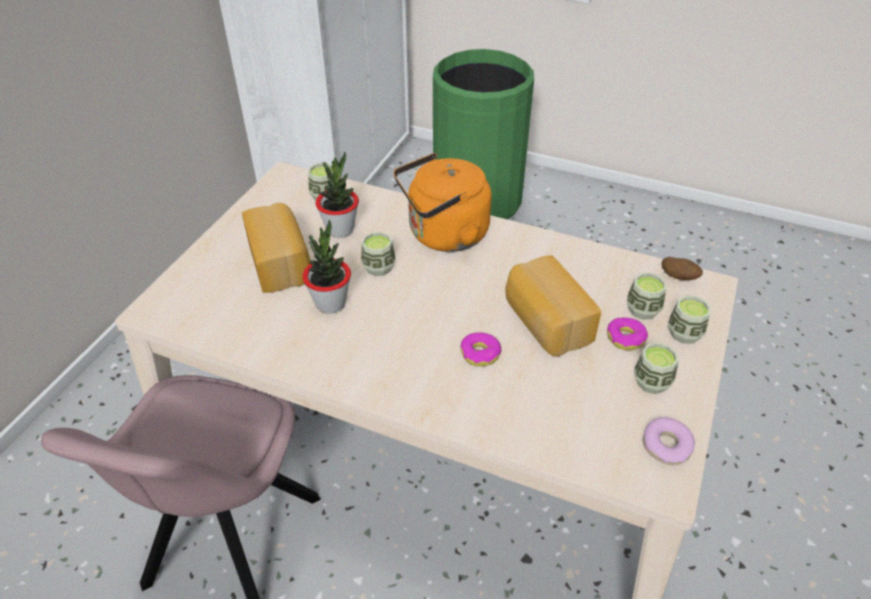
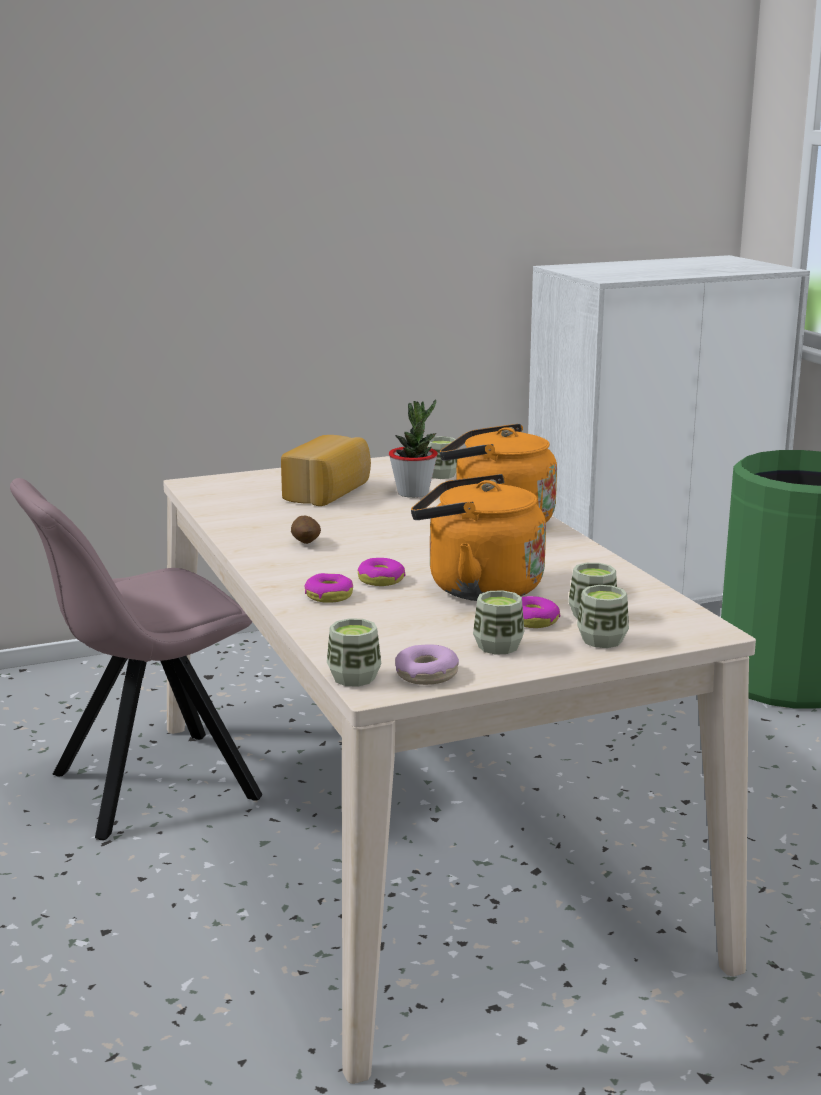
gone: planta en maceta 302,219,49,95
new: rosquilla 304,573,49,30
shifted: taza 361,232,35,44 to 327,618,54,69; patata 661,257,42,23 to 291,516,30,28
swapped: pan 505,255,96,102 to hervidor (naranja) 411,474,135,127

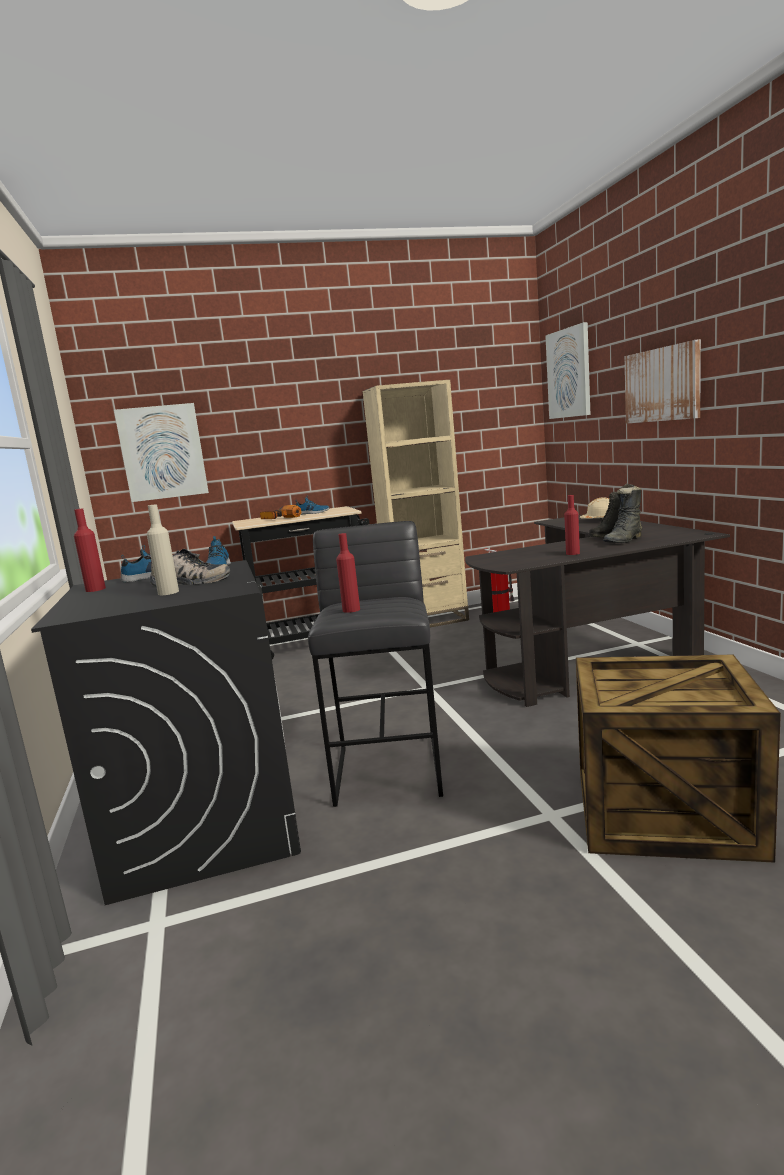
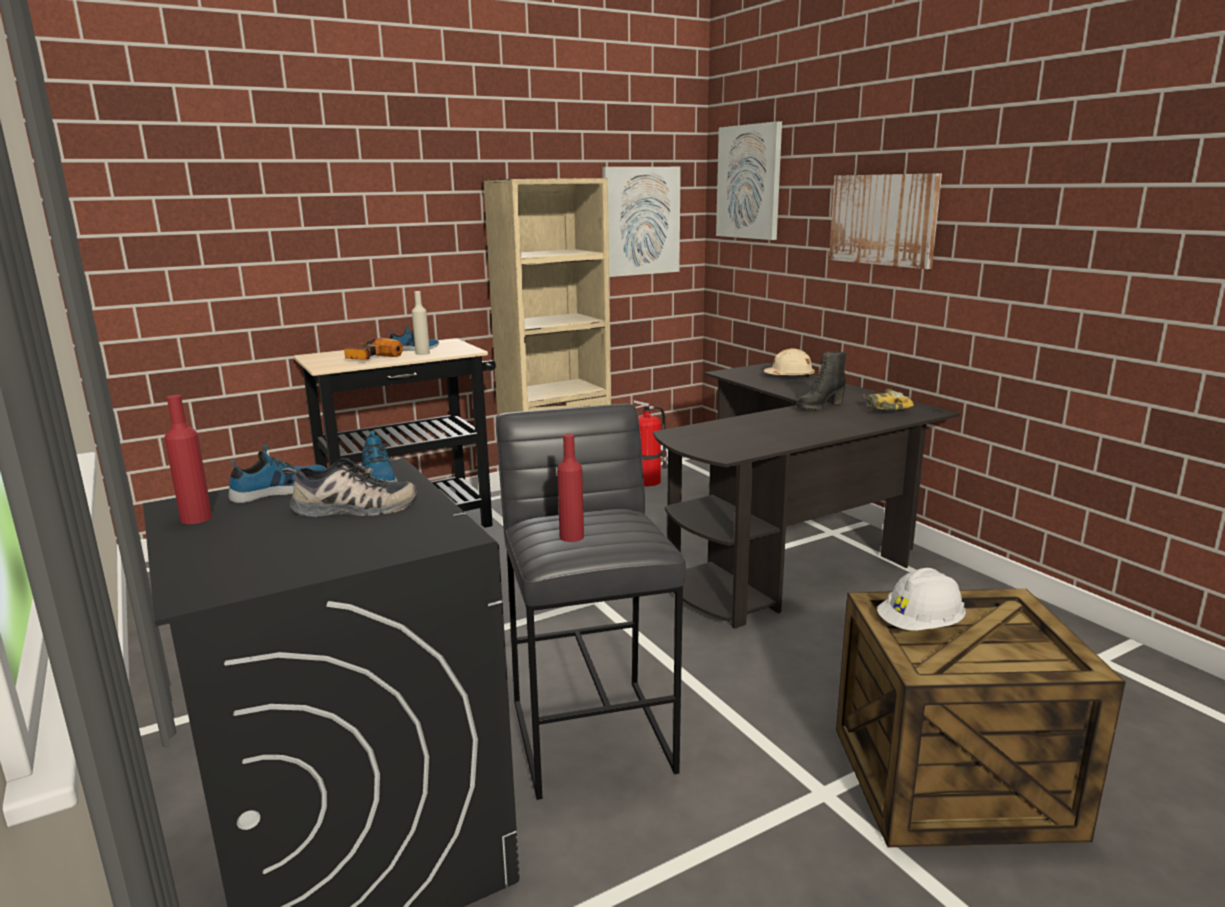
gone: bota (negro) 603,483,39,60; botella (rojo) 564,495,16,60
new: taladro 863,389,51,21; casco (blanco) 877,568,89,63
shifted: cuadro 114,403,95,99 to 602,167,79,110; botella (beis) 147,504,32,91 to 412,291,18,64

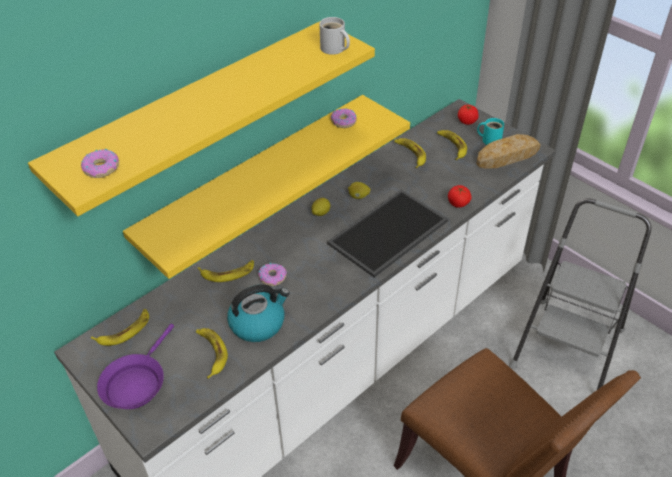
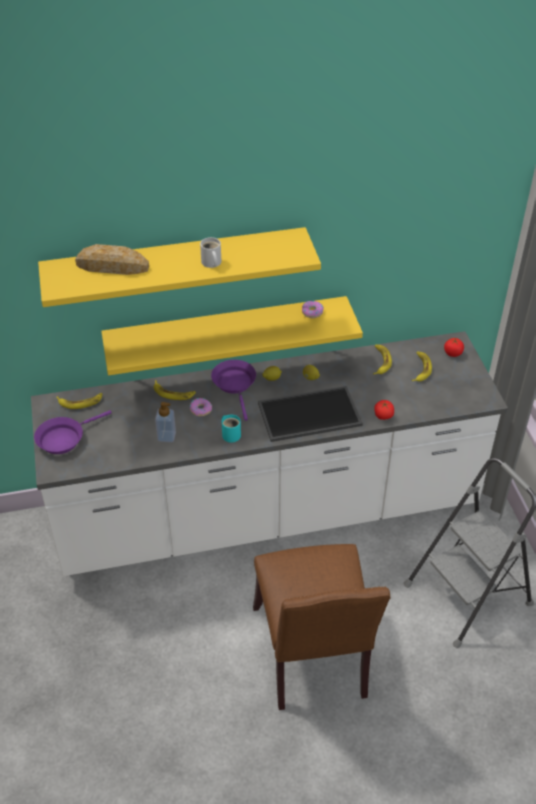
gone: rosquilla 81,149,38,29; plátano 196,328,32,51
new: sartén (morado) 211,360,45,61
shifted: taza grande (blanco) 319,17,31,38 to 200,237,21,31; taza grande (turquesa) 477,118,27,27 to 222,415,19,28; pan 477,134,64,34 to 75,244,74,31
swapped: hervidor 227,284,63,58 to dispensador de jabón 155,402,21,40

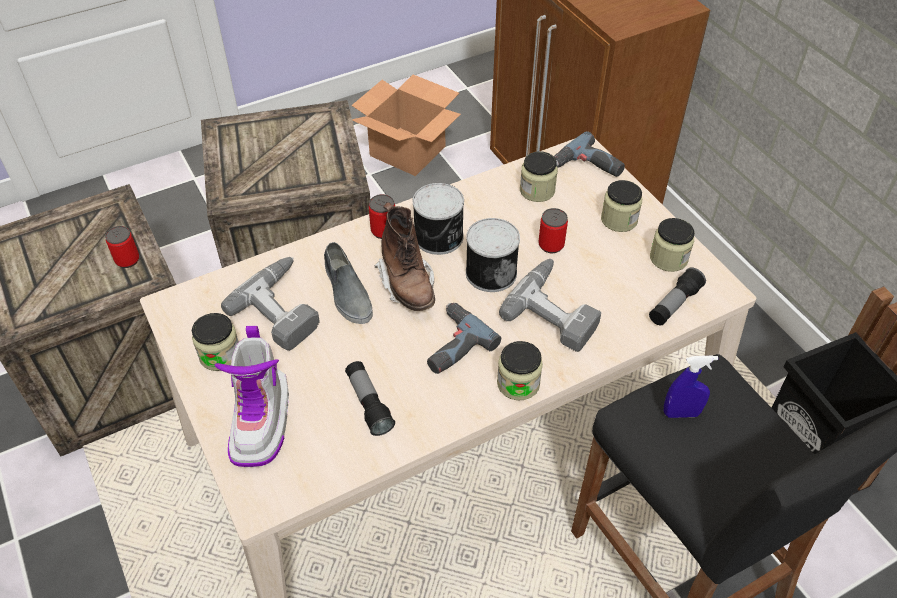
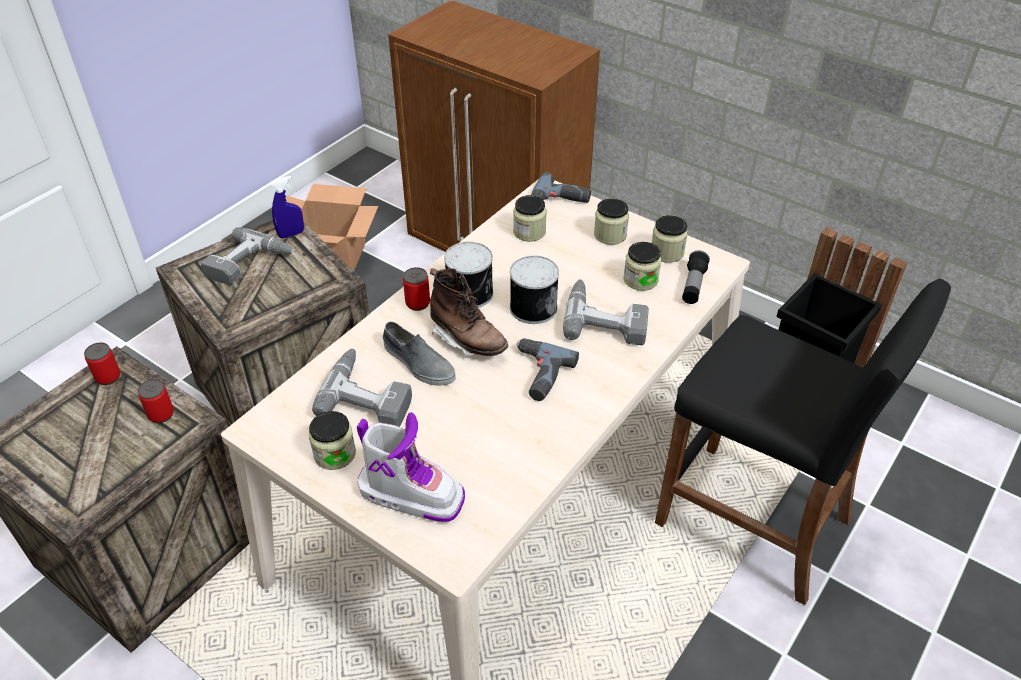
gone: linterna 345,361,50,75
new: taladro 201,228,93,57
shifted: lata 538,208,30,45 to 84,342,36,43; tarro 497,341,46,60 to 624,242,37,49; pulverizador (azul) 664,355,54,63 to 271,176,33,62
rotated: bota 214,326,75,141 = 357,412,108,110 45 degrees counterclockwise

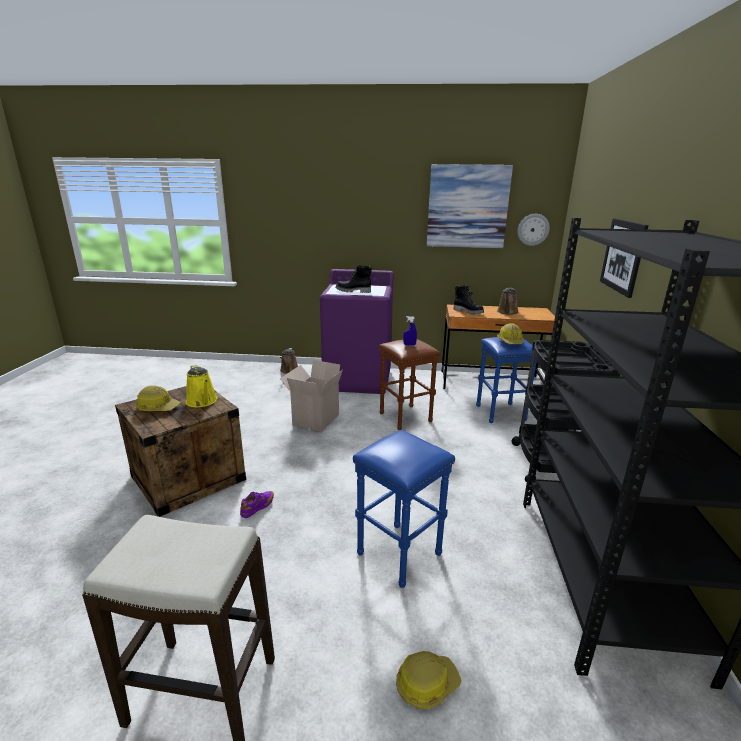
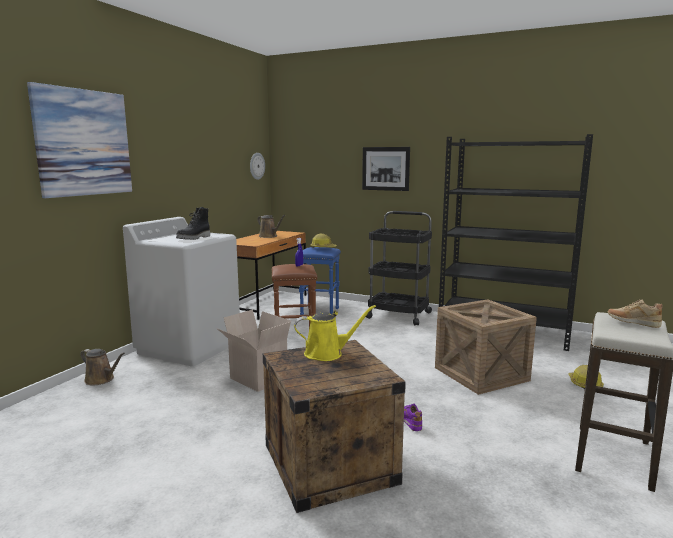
gone: bota (negro) 453,285,31,29; casco 136,385,44,26
new: zapato (beis) 608,299,54,29
shifted: cuadro 427,164,86,84 to 27,82,105,116
swapped: taburete (azul) 353,430,102,158 to caja de embalaje 435,299,102,96
repainted: lavadora (morado) 320,269,74,125 to lavadora (blanco) 123,217,117,150

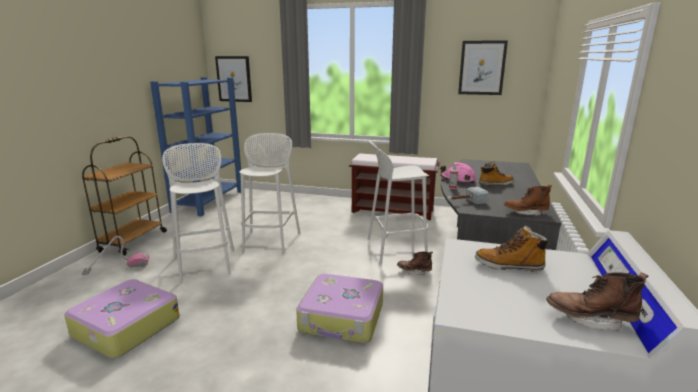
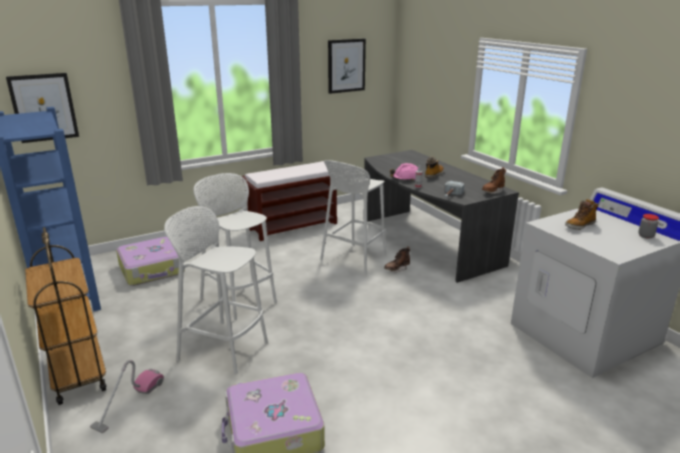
shifted: maleta 296,274,87,69 to 116,237,69,49
swapped: bota (marrón) 546,272,103,59 to tarro 638,214,21,25

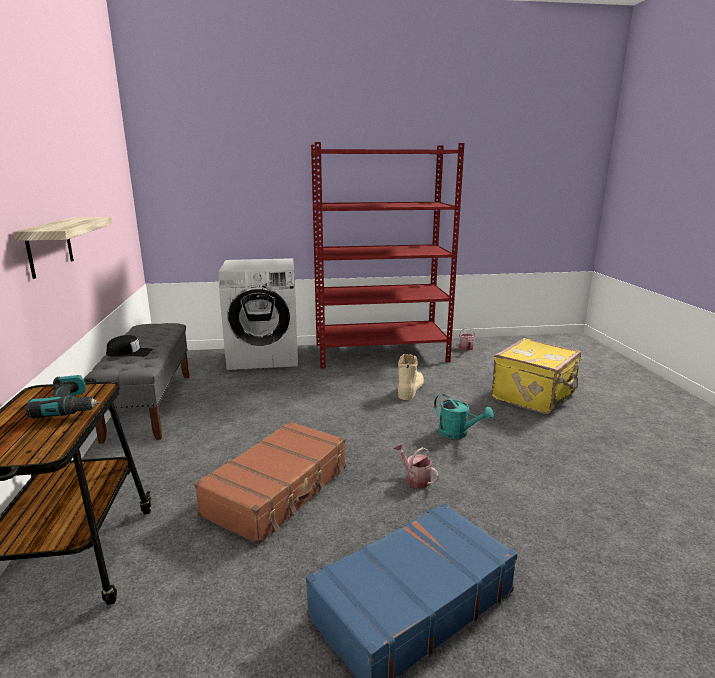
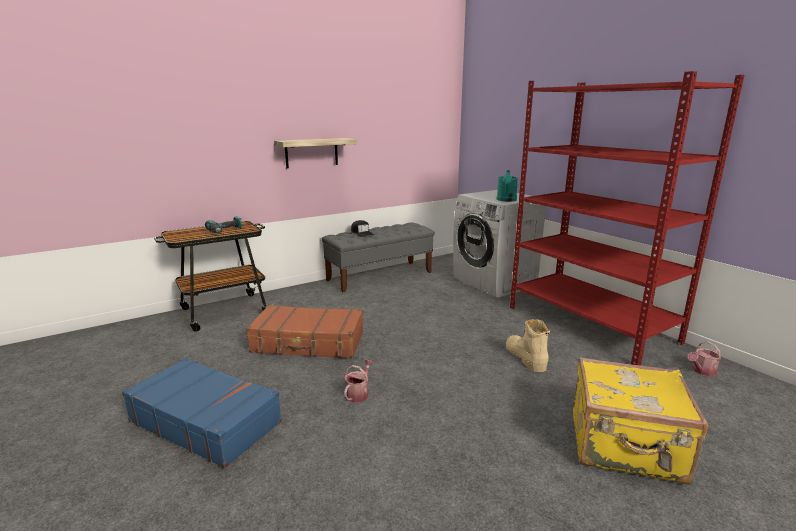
shifted: regadera (turquesa) 434,394,60,45 to 497,170,21,32
rotated: bota (beis) 398,354,26,46 = 506,319,44,53 105 degrees counterclockwise

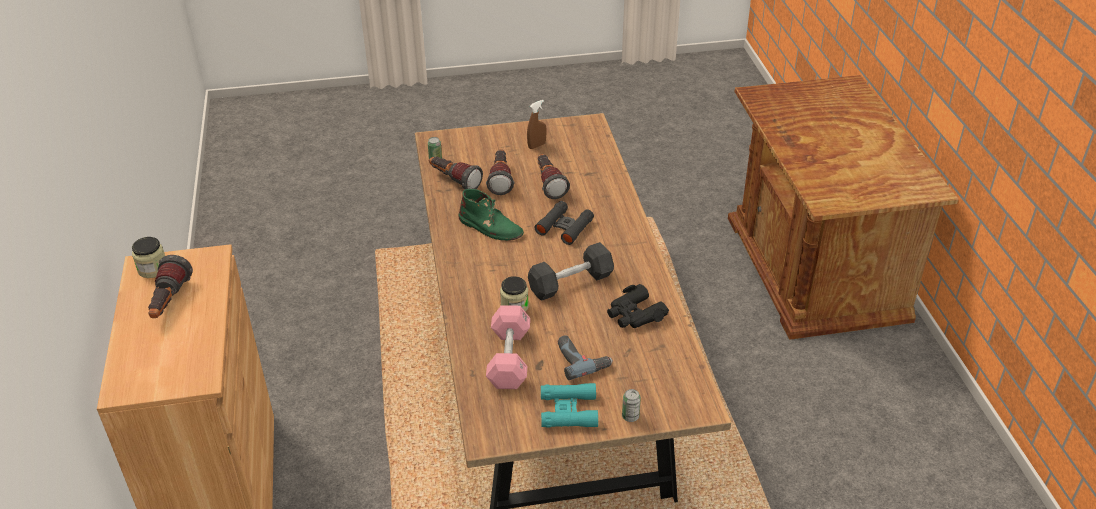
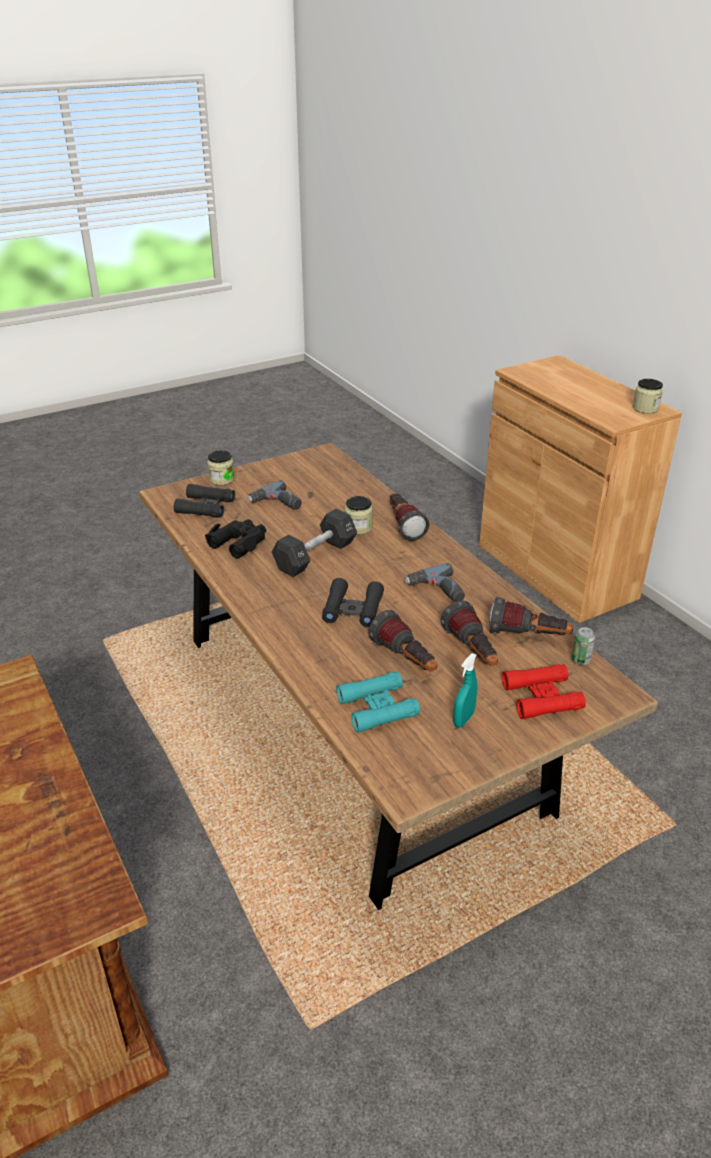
gone: mancuerna (rosa) 486,305,44,84
new: prismáticos (negro) 173,484,62,34; prismáticos (rojo) 502,664,84,55
shifted: linterna 148,255,45,63 to 390,493,39,48; prismáticos (turquesa) 541,383,57,45 to 336,672,84,61
swapped: bota (verde) 459,189,65,52 to taladro 405,563,60,39; lata 622,389,19,33 to tarro 207,450,28,35
repainted: pulverizador (marrón) 527,100,20,49 to pulverizador (turquesa) 453,653,24,75

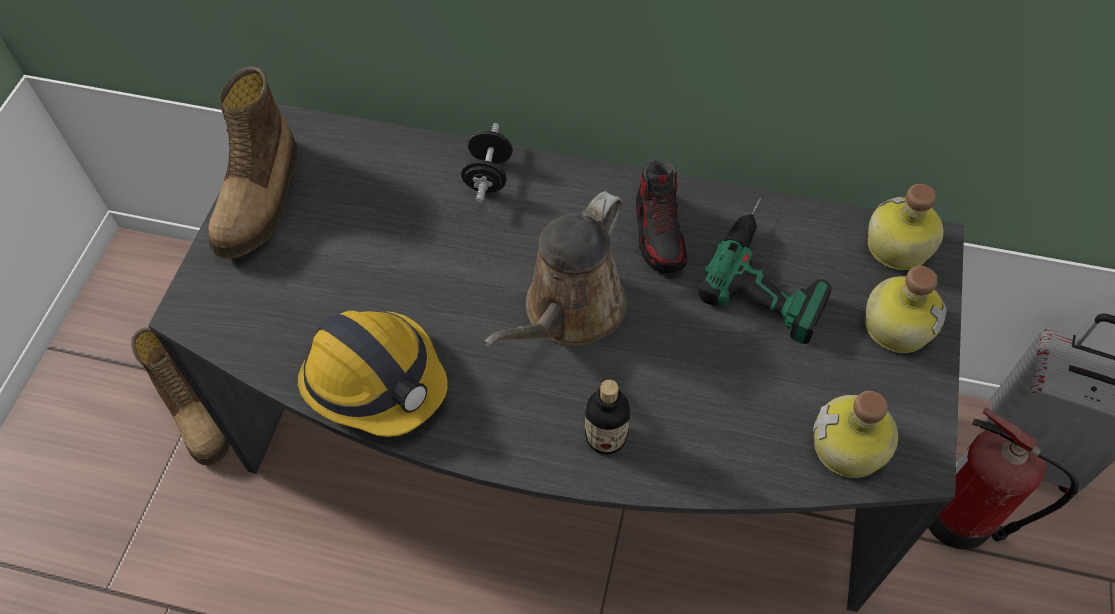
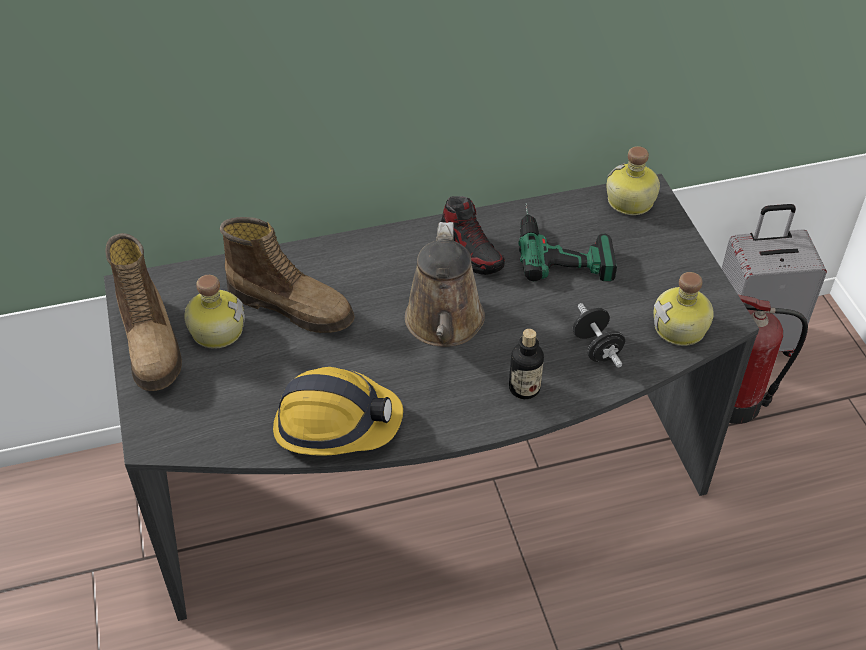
shifted: mancuerna (negro) 461,123,52,80 to 573,303,52,65; botella 865,266,82,87 to 184,275,61,74; bota 131,327,99,138 to 220,217,135,116

